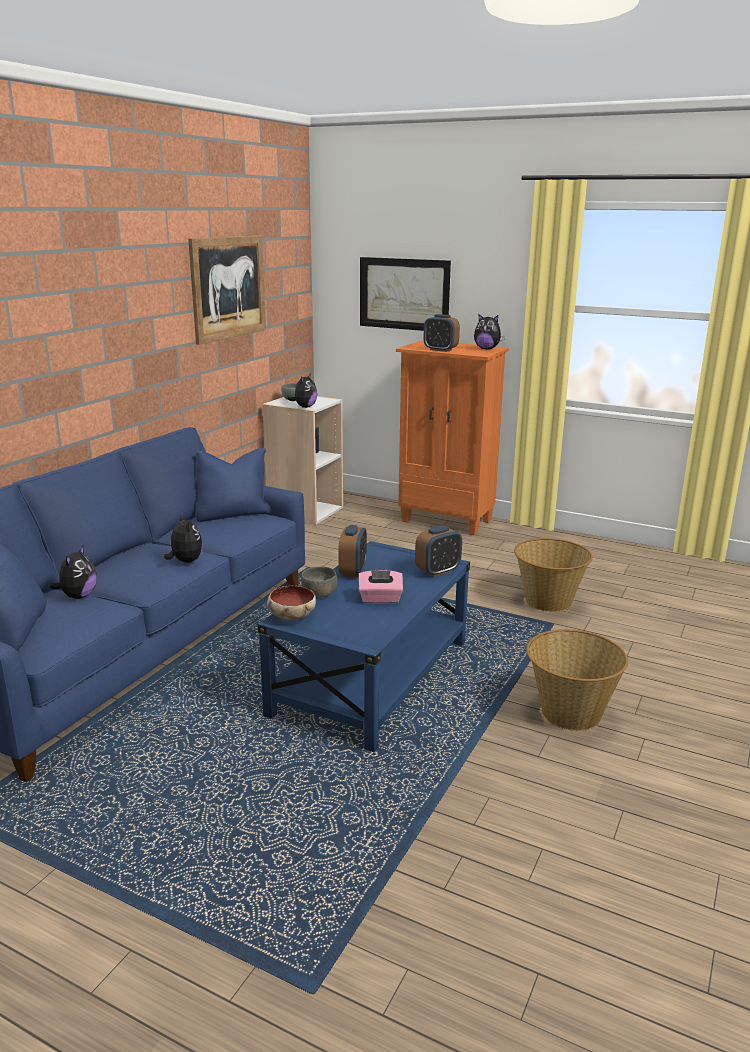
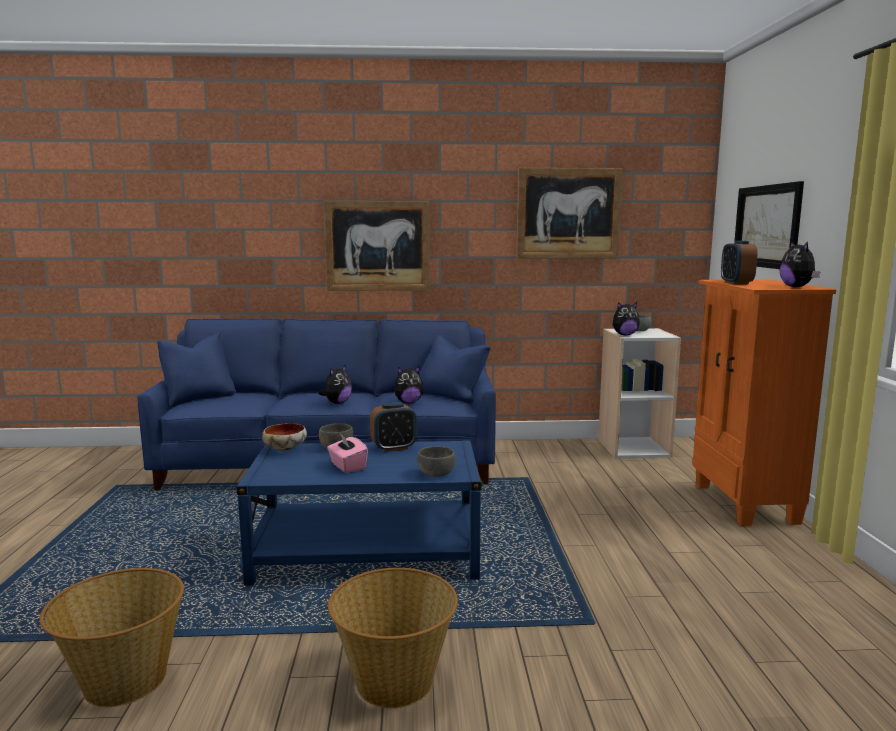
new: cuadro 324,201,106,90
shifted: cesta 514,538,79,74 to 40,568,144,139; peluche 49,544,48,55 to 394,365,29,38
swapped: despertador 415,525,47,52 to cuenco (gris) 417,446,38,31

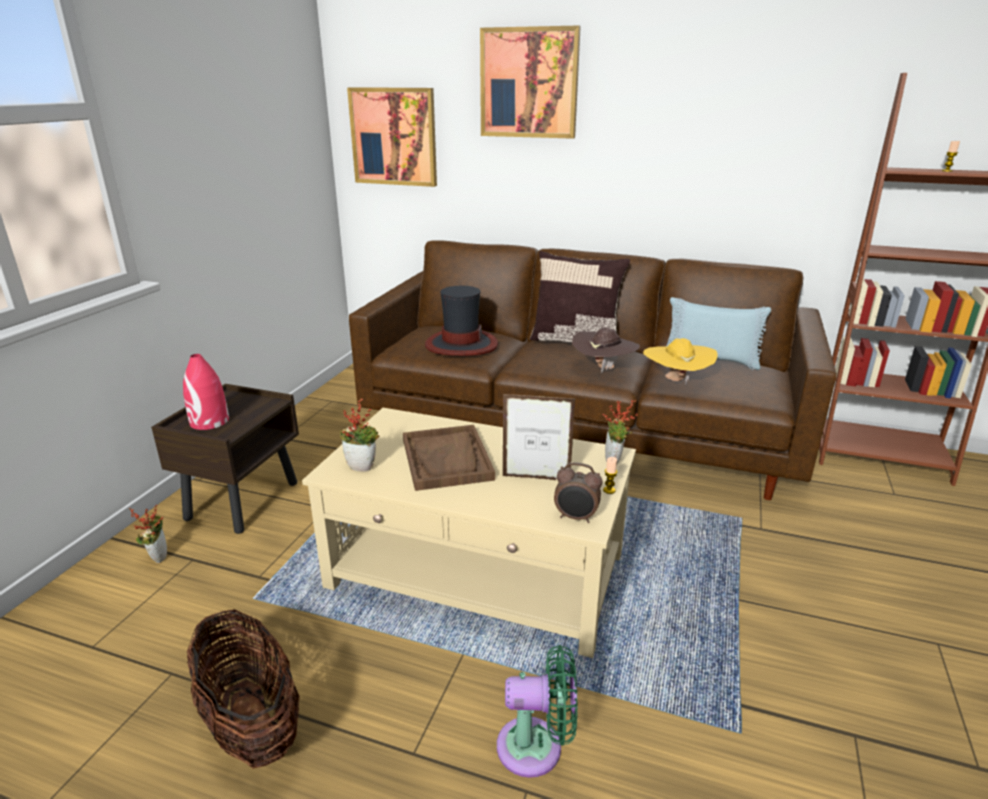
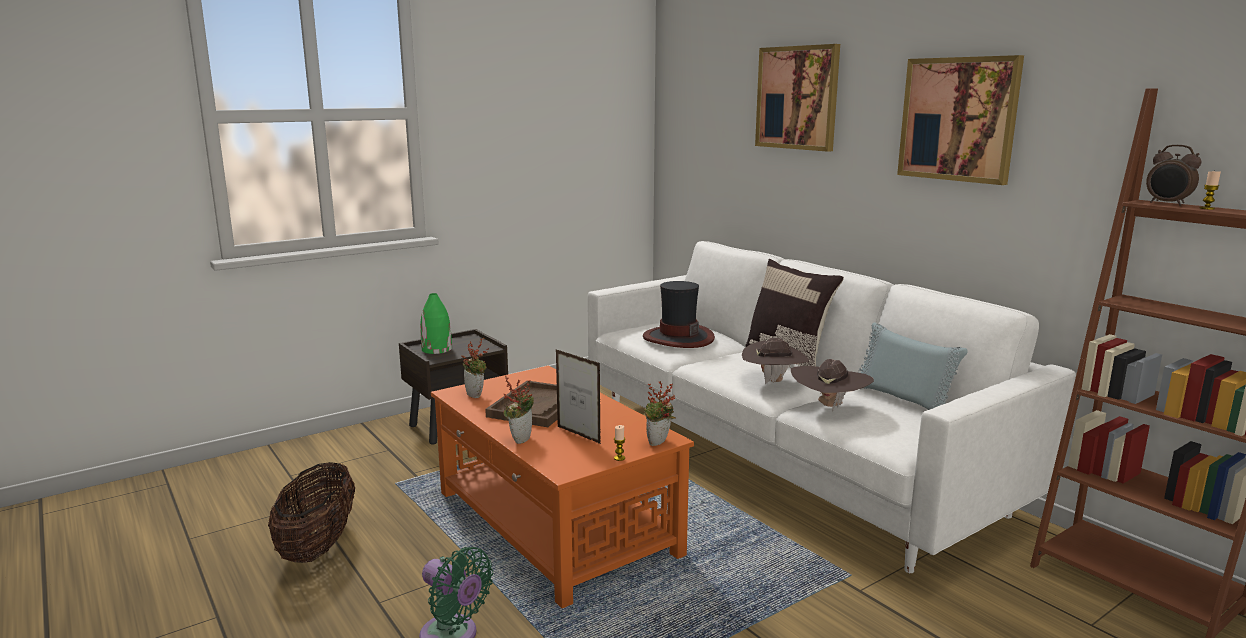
shifted: cuadro 347,87,90,100 to 897,55,127,130; despertador 554,462,49,61 to 1146,145,55,61; planta en maceta 129,505,38,58 to 504,376,30,68
repainted: sofá (marrón) 349,240,488,260 to sofá (blanco) 587,241,489,332; sombrero (amarillo) 643,338,75,47 to sombrero (marrón) 791,359,83,52; florero (rojo) 183,354,46,76 to florero (verde) 420,293,32,61; mesa de centro (beis) 302,408,334,250 to mesa de centro (naranja) 431,365,263,243

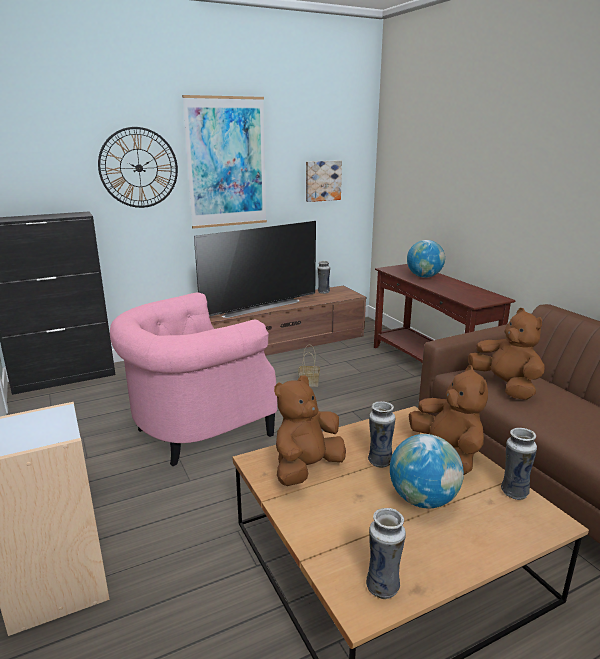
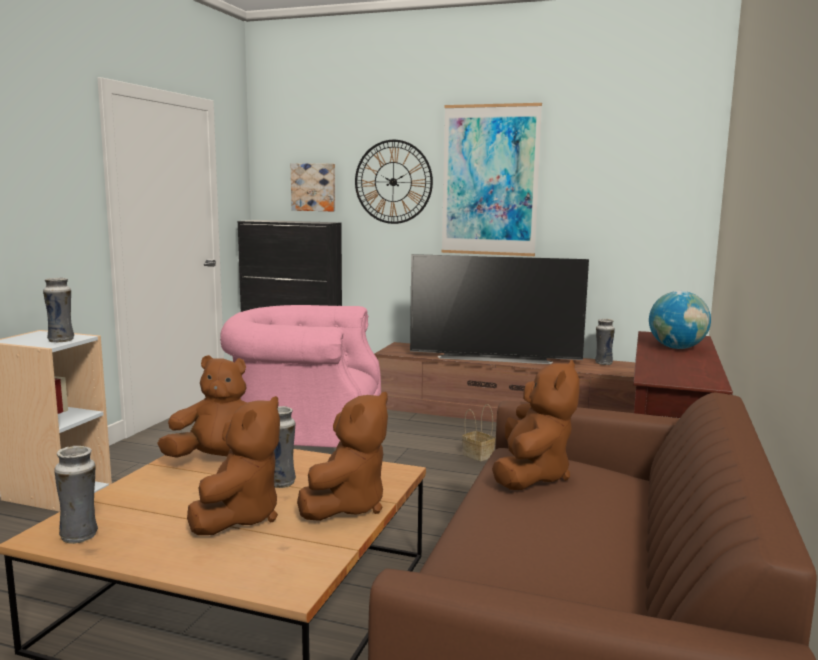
shifted: cuadro 306,160,36,42 to 291,164,44,48; florero 501,428,36,72 to 43,278,31,64
swapped: globo terráqueo 390,434,74,74 to peluche (marrón) 187,396,93,139

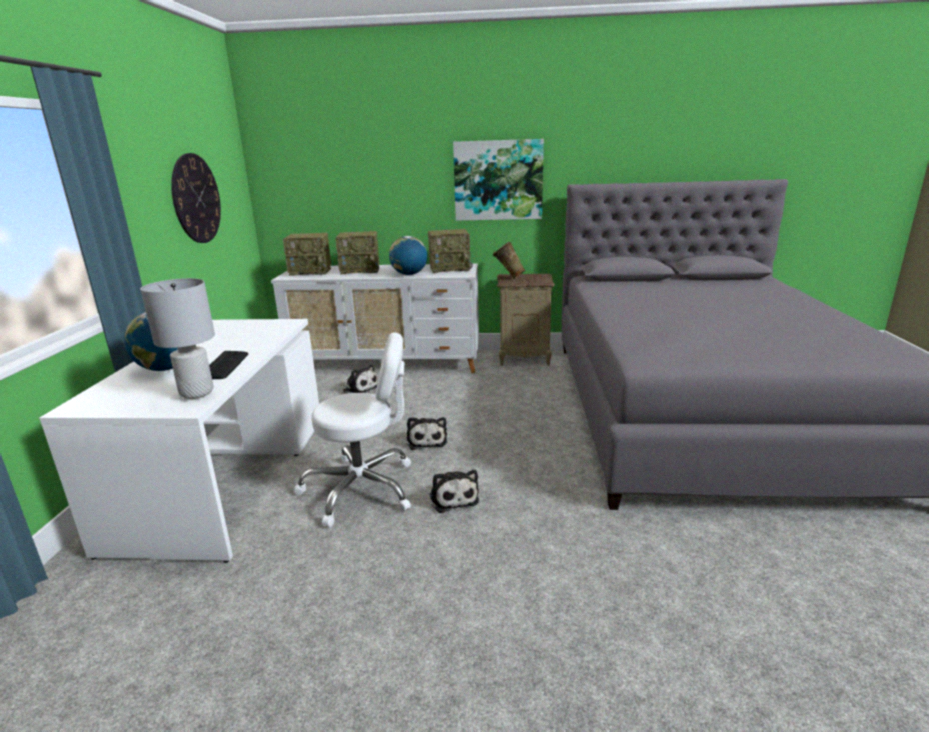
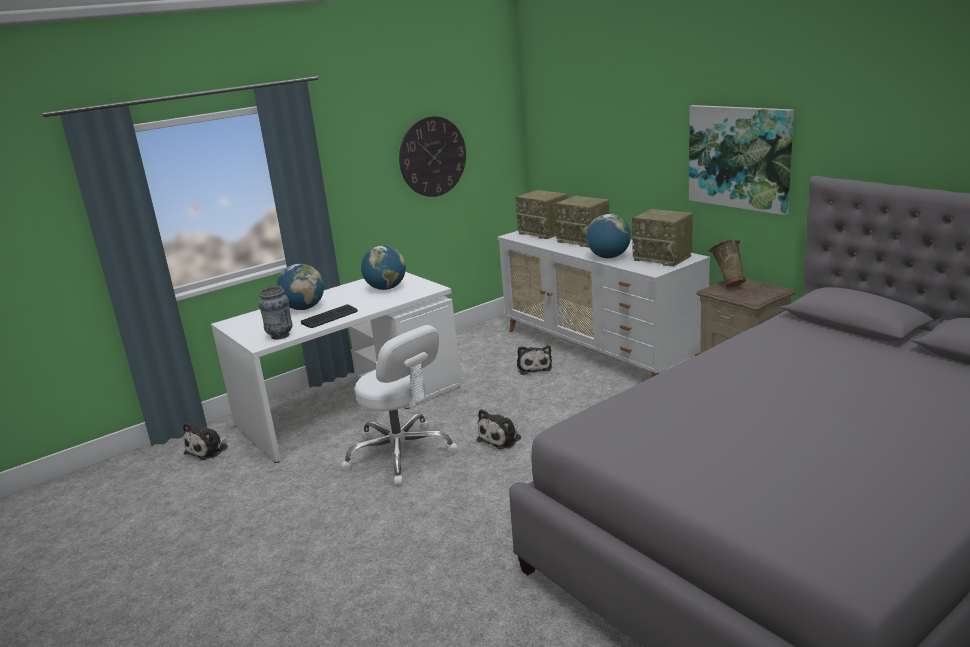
new: globo terráqueo 361,245,45,45
shifted: peluche 429,469,50,44 to 183,423,46,37
swapped: lámpara de mesa (gris) 140,278,75,121 to florero 258,286,35,53

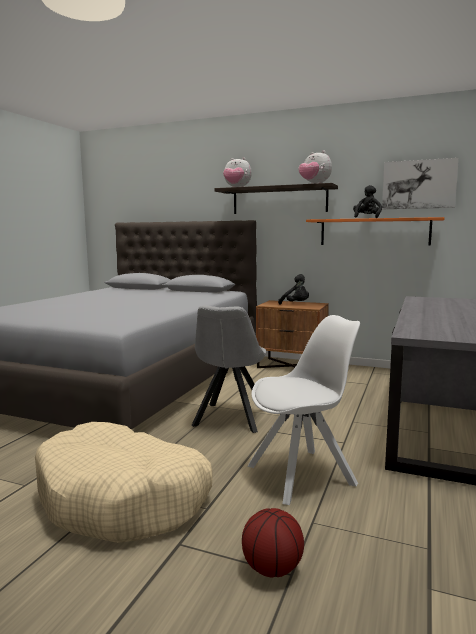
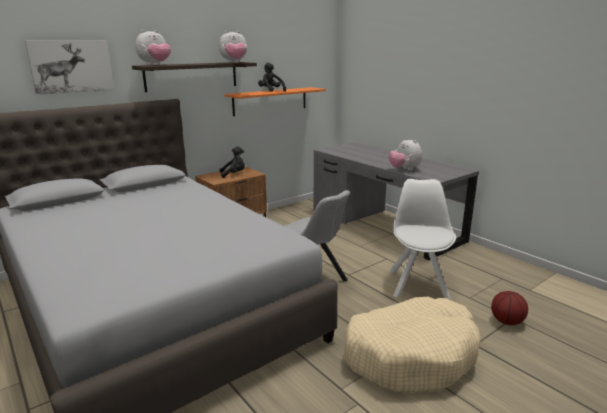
new: peluche 389,138,33,33
shifted: cuadro 382,158,77,51 to 25,40,89,55

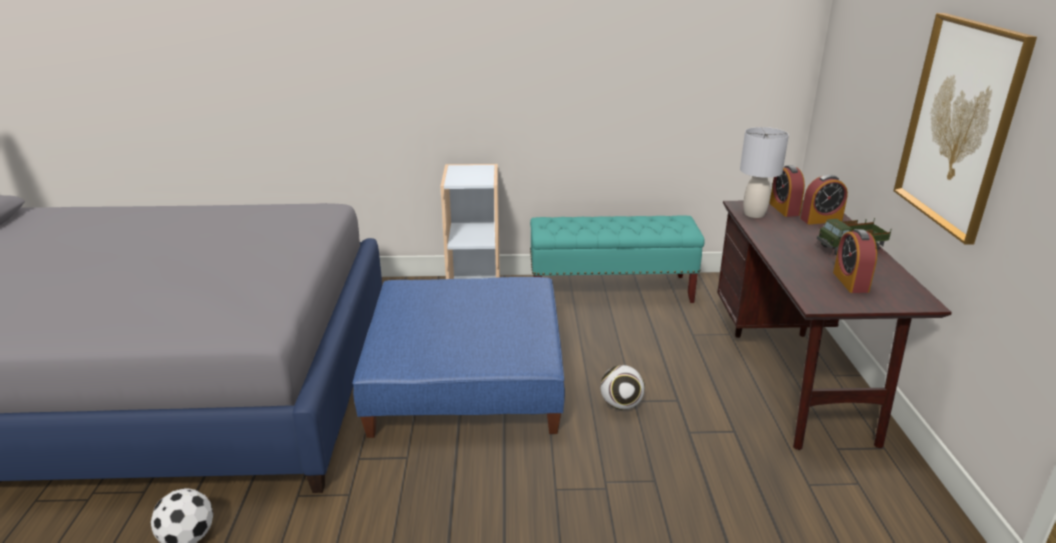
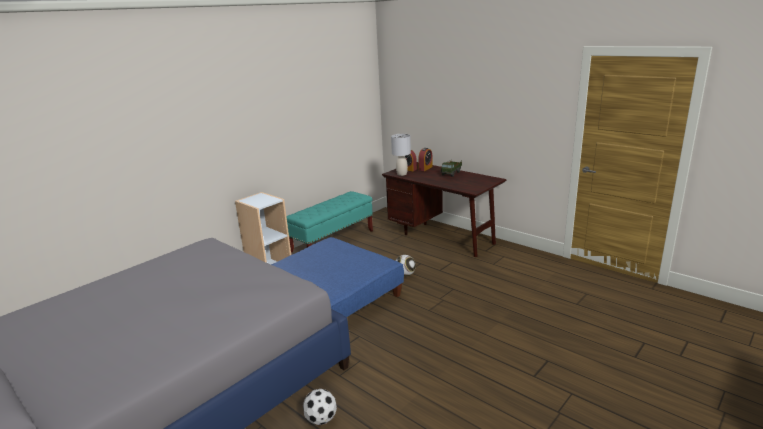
gone: cuadro 894,13,143,232; despertador 833,229,44,64

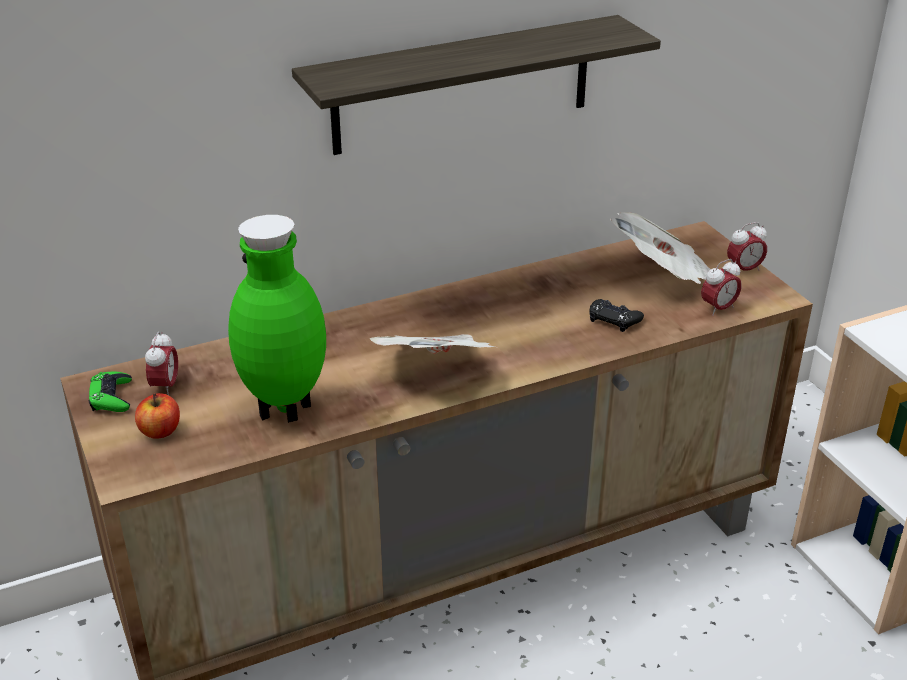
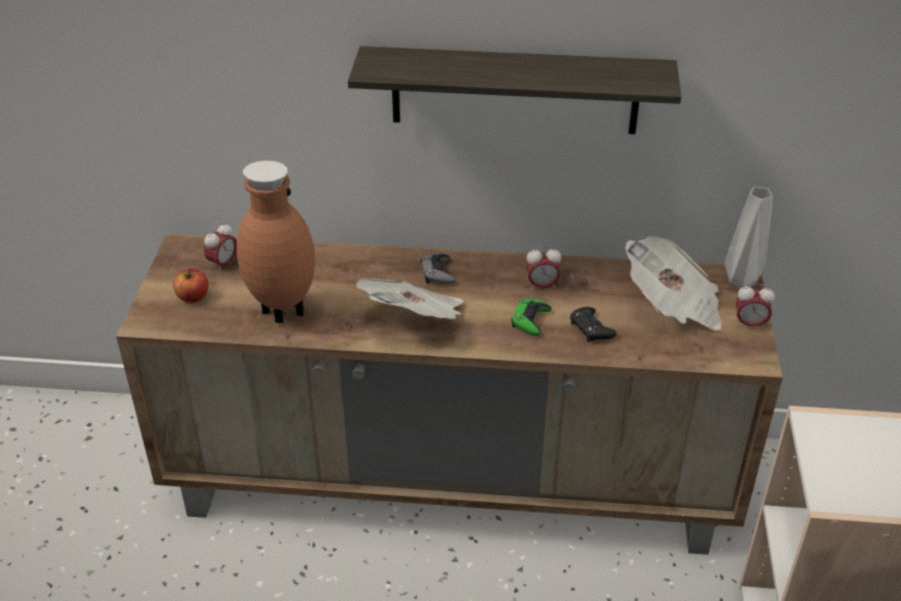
new: florero (gris) 725,187,48,102; mando de consola (gris) 421,252,35,32
shifted: despertador 701,259,40,57 to 526,246,35,44; mando de consola (verde) 88,372,44,40 to 512,297,39,39
repainted: florero (verde) 228,215,98,208 to florero (marrón) 236,161,79,162

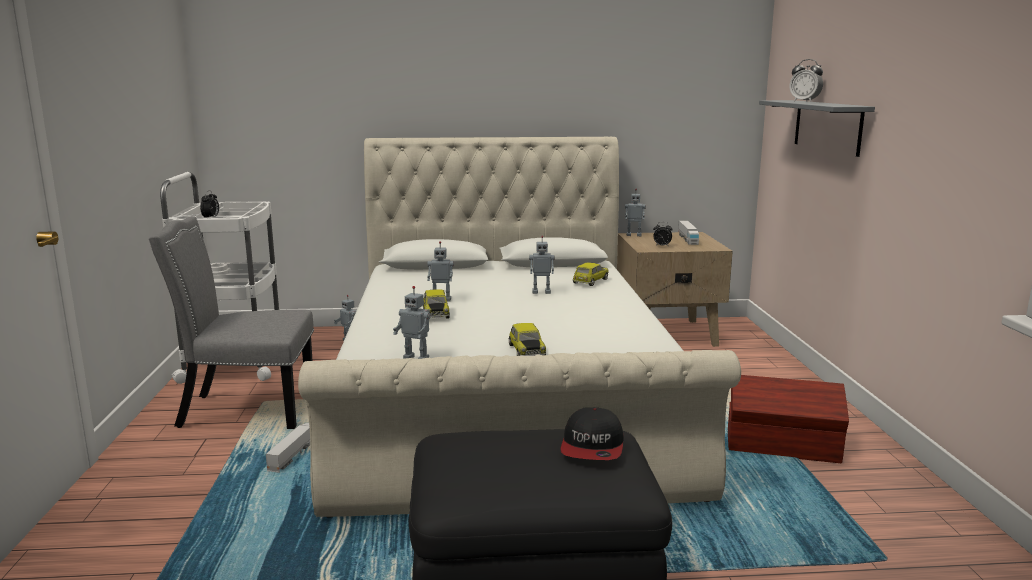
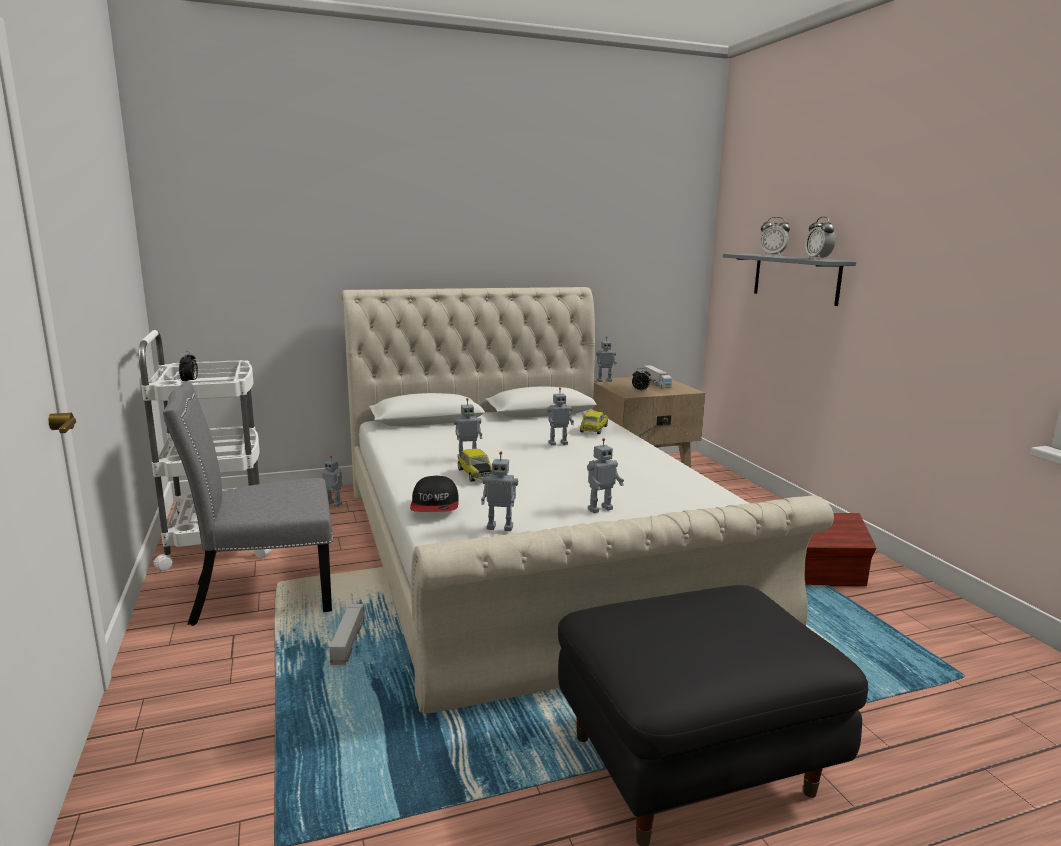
new: despertador 805,217,31,42
shifted: gorra 560,407,64,53 to 410,476,49,36
swapped: coche de juguete 508,323,38,33 to robot de juguete 587,438,37,75

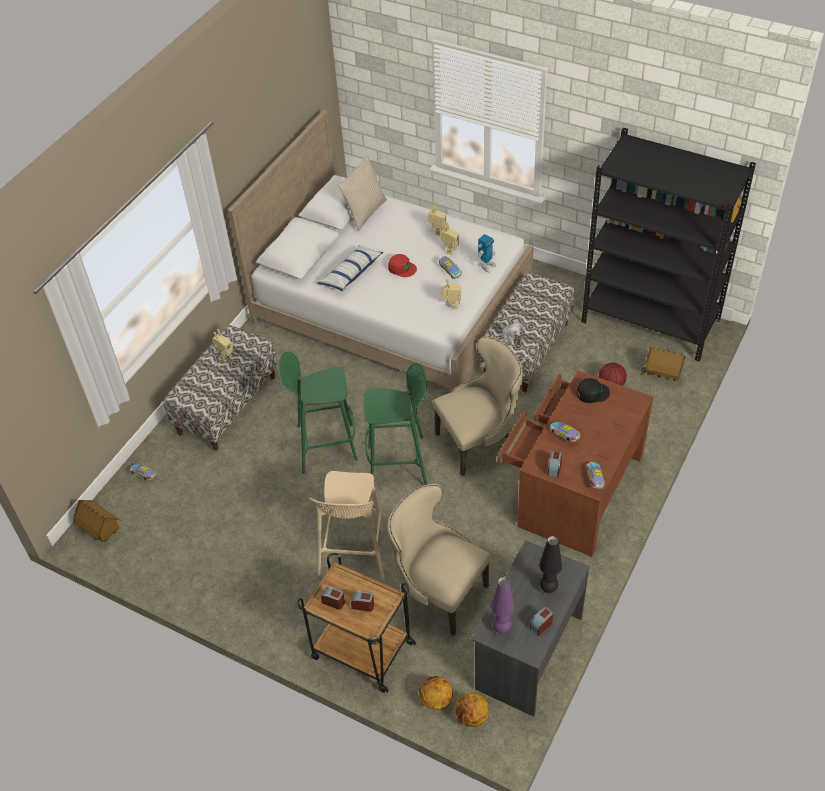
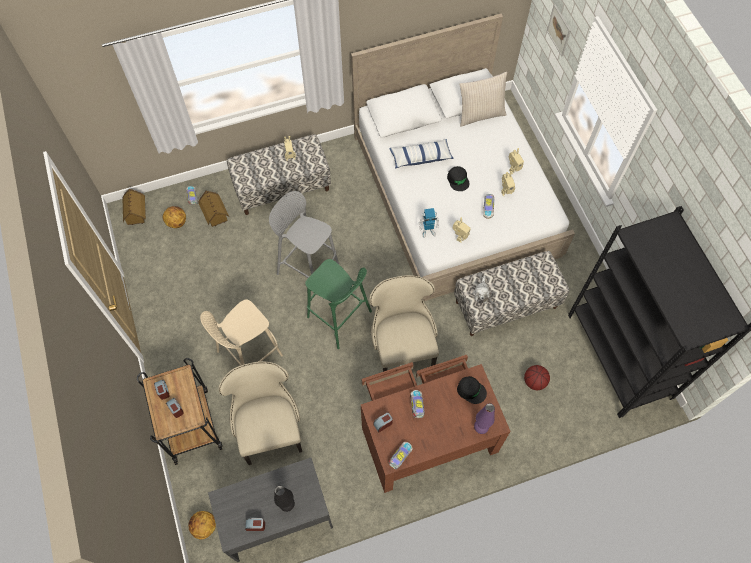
new: cuadro 547,5,24,52
shifted: robot de juguete 478,234,18,39 to 419,208,20,30; casita 640,347,45,34 to 198,191,31,36; lámpara de mesa (morado) 491,577,23,57 to 474,403,21,31; balón de baloncesto 419,676,34,34 to 163,206,23,22
repainted: gorra (rojo) 388,254,29,23 to gorra (negro) 447,166,22,25; taburete (verde) 279,352,78,122 to taburete (gris) 269,191,70,87
rotated: silla (beis) 433,337,90,139 = 369,275,70,97 120 degrees counterclockwise

